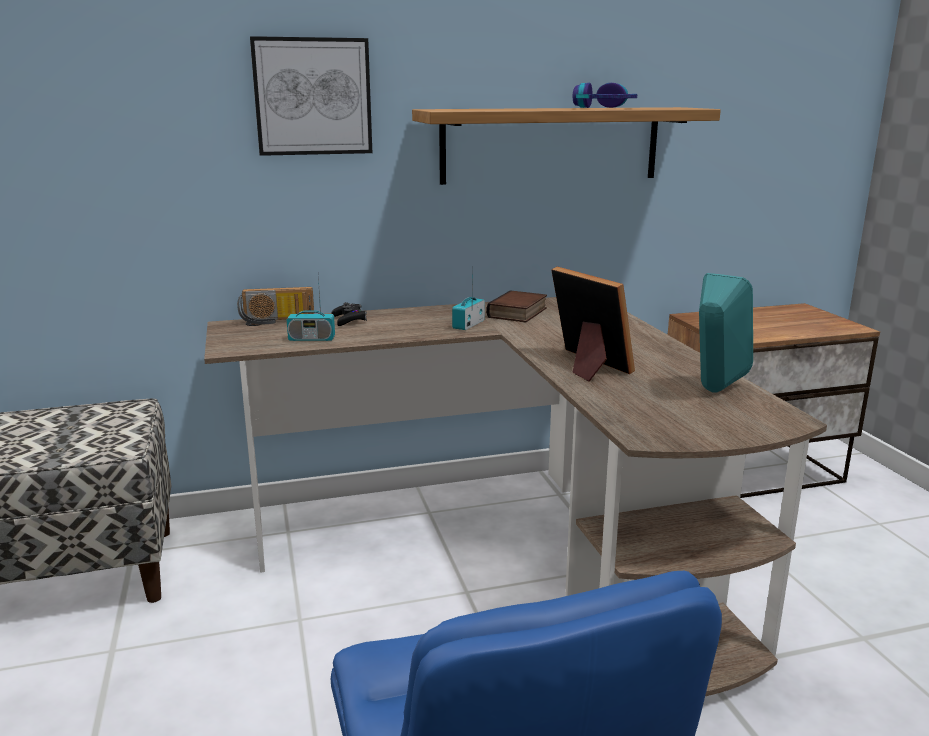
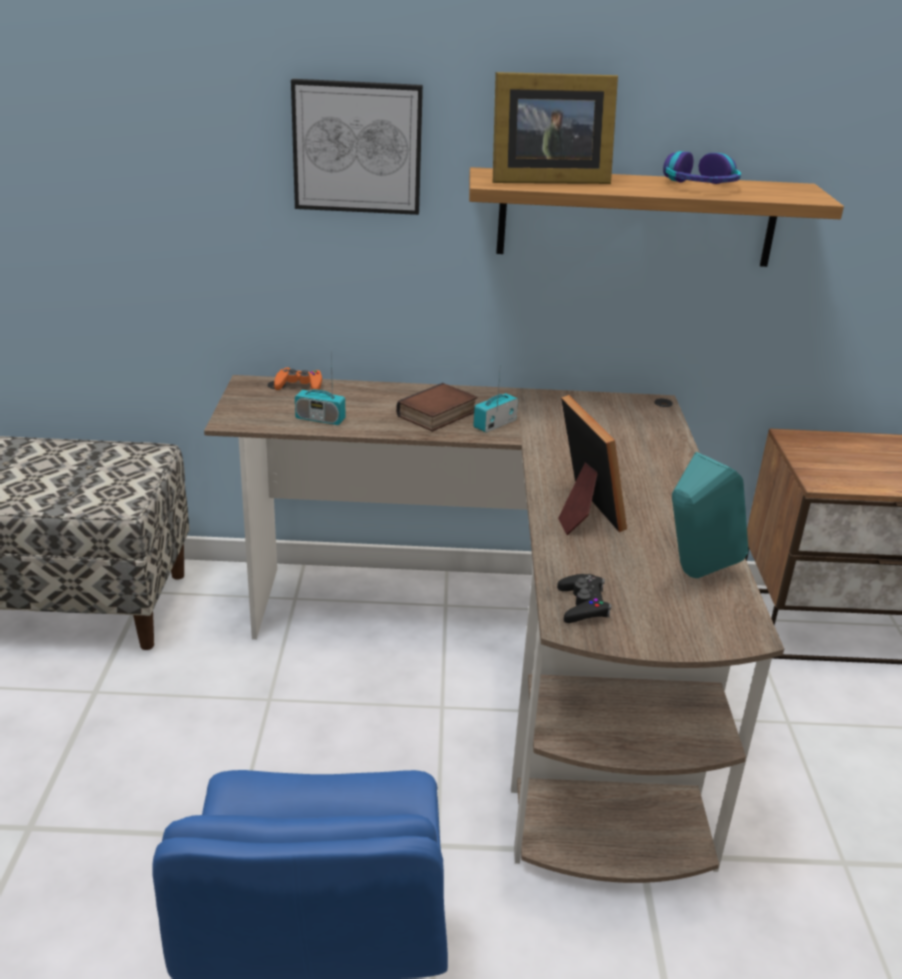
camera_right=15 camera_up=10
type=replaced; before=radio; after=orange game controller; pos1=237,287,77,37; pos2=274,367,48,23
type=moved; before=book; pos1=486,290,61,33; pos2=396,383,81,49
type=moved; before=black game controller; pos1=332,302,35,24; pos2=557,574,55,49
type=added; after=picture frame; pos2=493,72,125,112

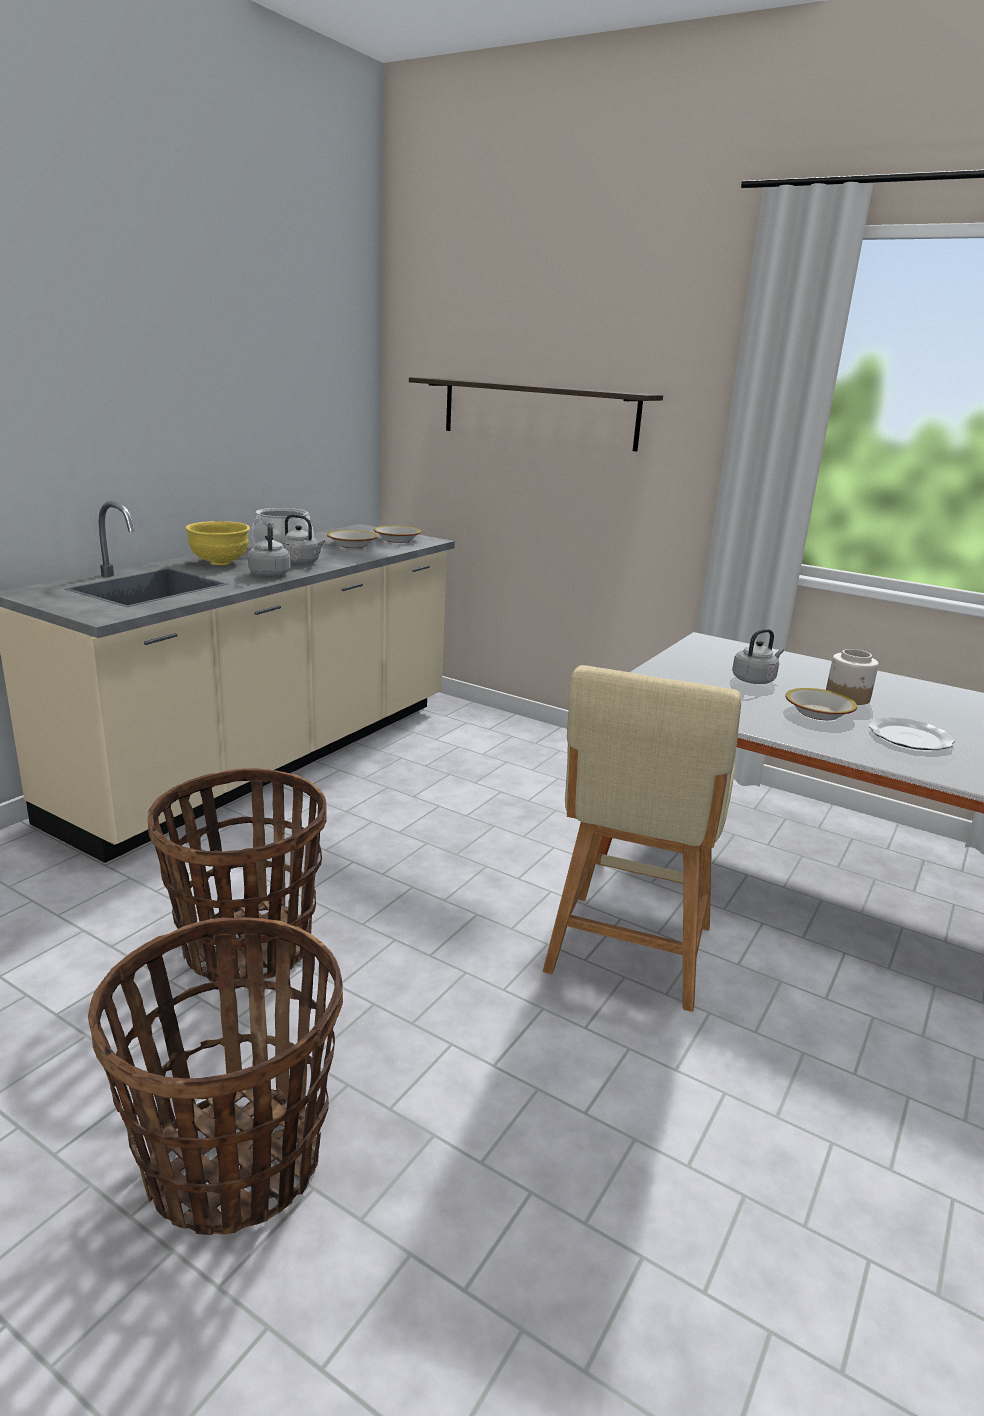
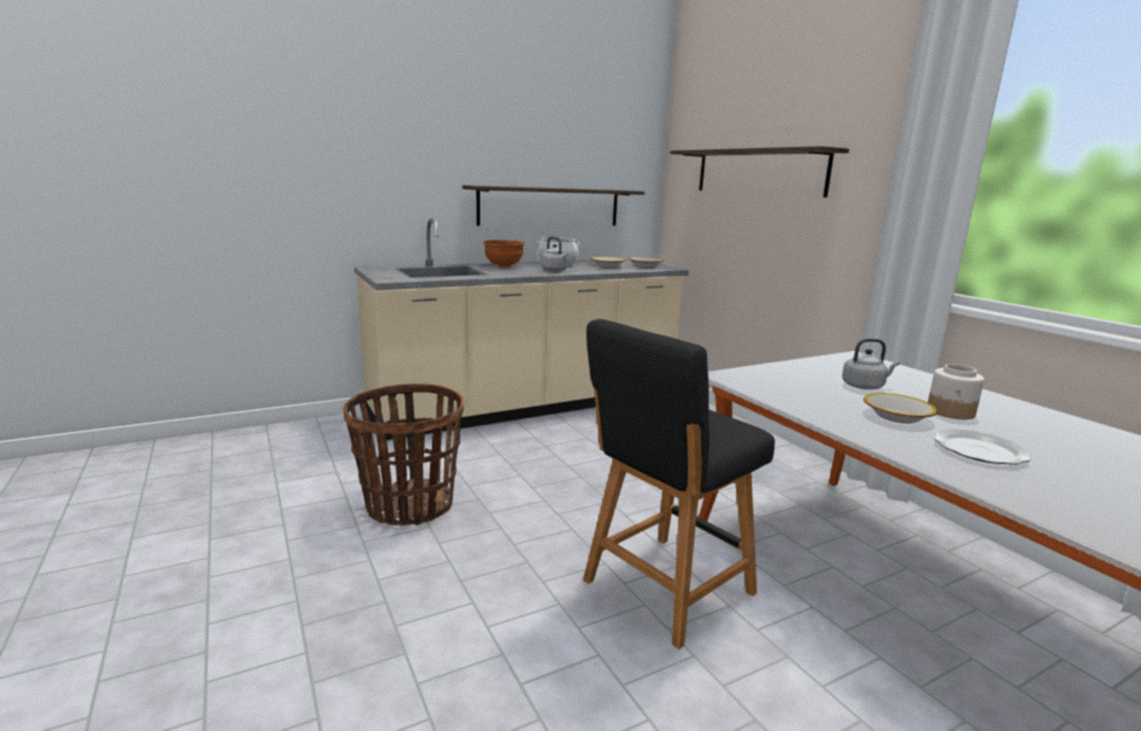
camera_right=30 camera_up=-5
type=recoloured; before=yellow bowl; after=brown bowl; pos1=185,521,65,44; pos2=483,240,42,28
type=removed; before=grey kettle; pos1=248,523,43,54
type=recoloured; before=beige stool; after=black stool; pos1=543,665,198,347; pos2=583,319,192,330
type=removed; before=basket; pos1=88,917,255,318
type=added; after=shelf; pos2=462,185,183,41

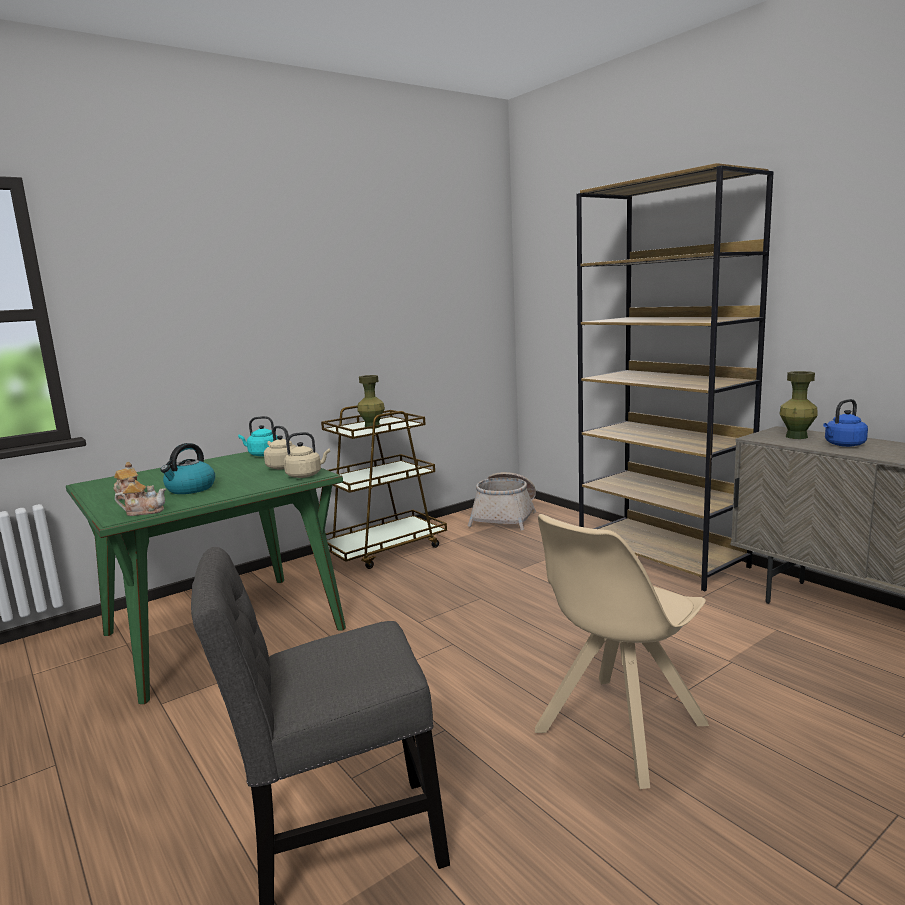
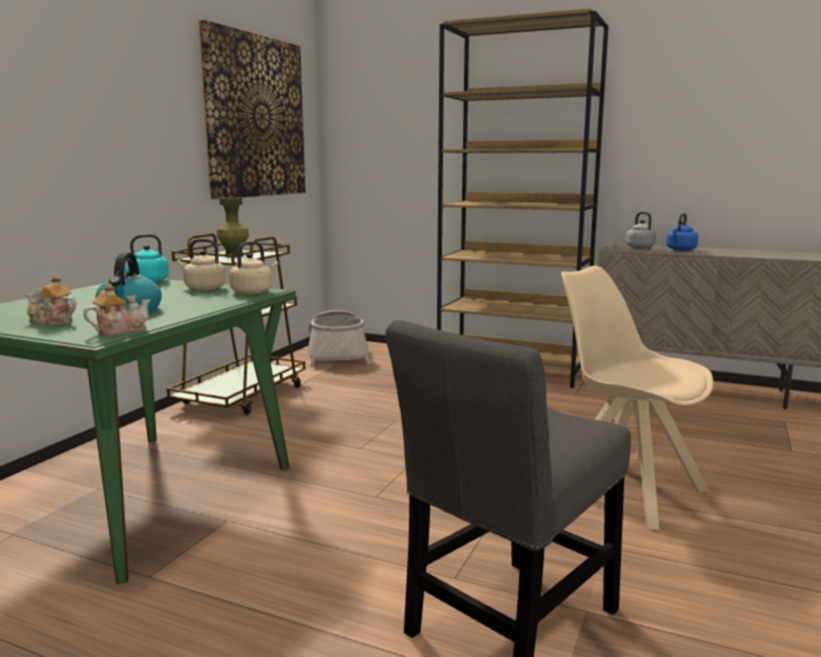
camera_right=-30 camera_up=0
type=replaced; before=green vase; after=grey kettle; pos1=779,371,39,68; pos2=626,212,30,37
type=turned; before=beige chair; pos1=535,514,174,275; pos2=561,266,152,264; turn=120
type=added; after=picture; pos2=198,20,107,179

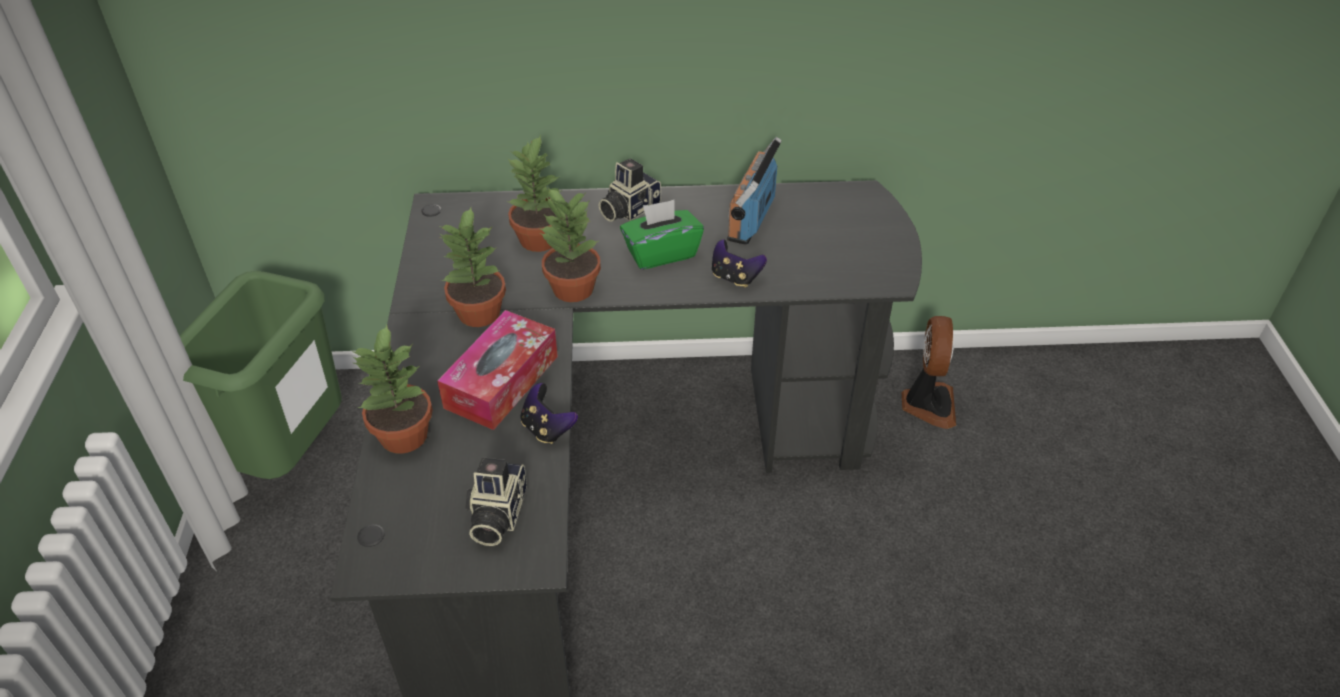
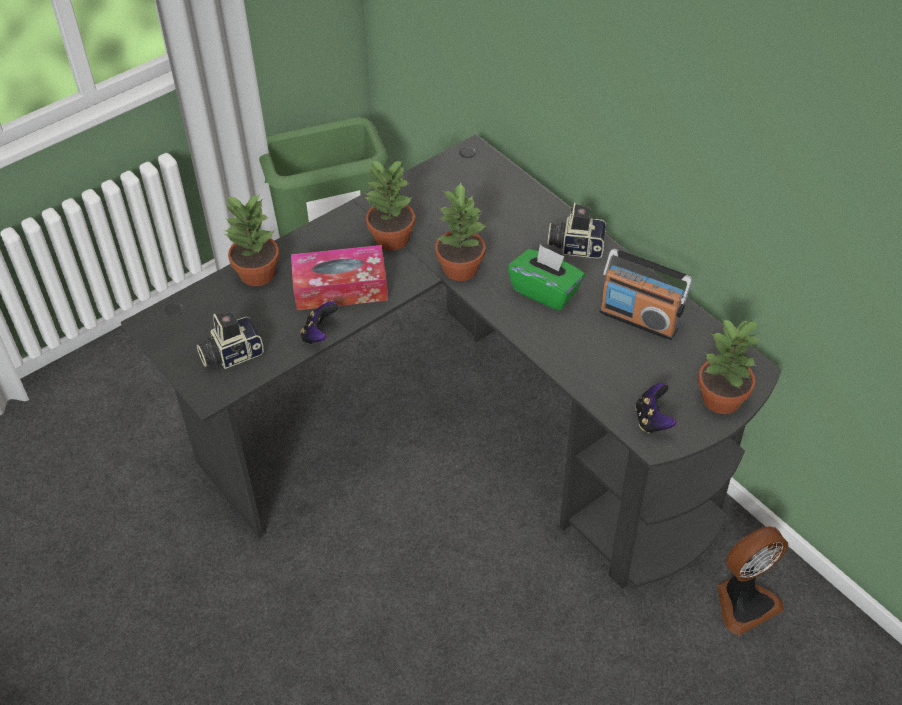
camera_right=55 camera_up=5
type=moved; before=potted plant; pos1=506,135,57,117; pos2=698,318,62,96
type=turned; before=radio; pos1=727,137,55,108; pos2=600,248,93,92; turn=-135
type=moved; before=game controller; pos1=712,239,55,49; pos2=635,383,42,50

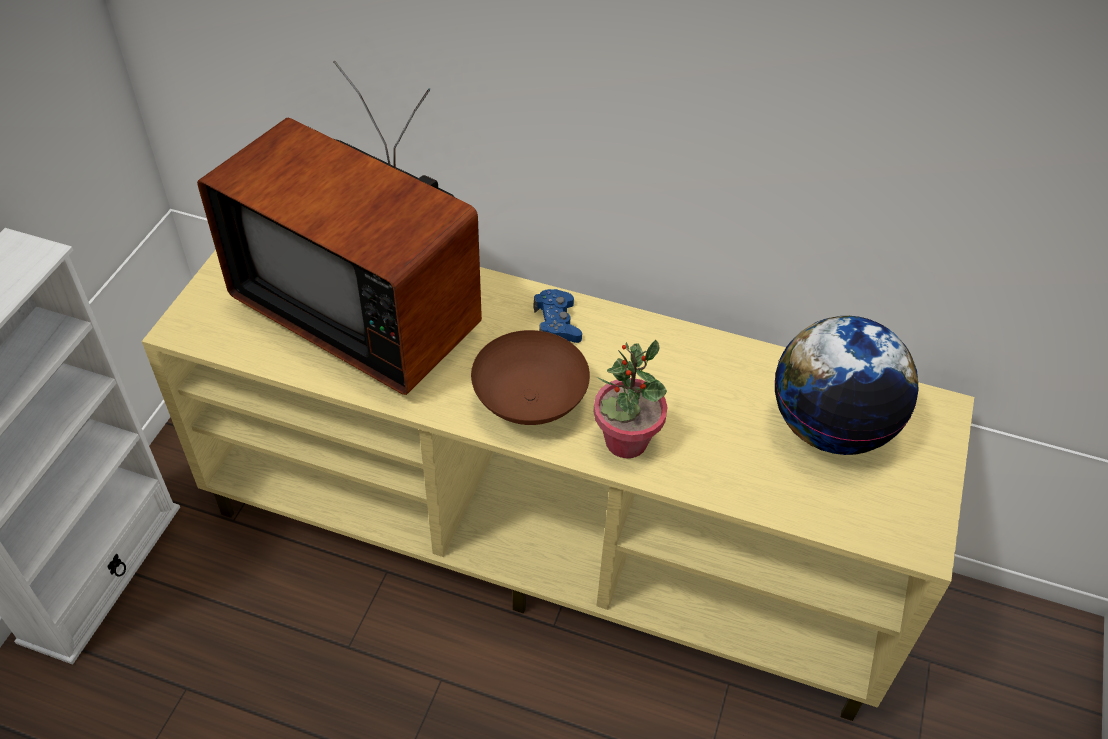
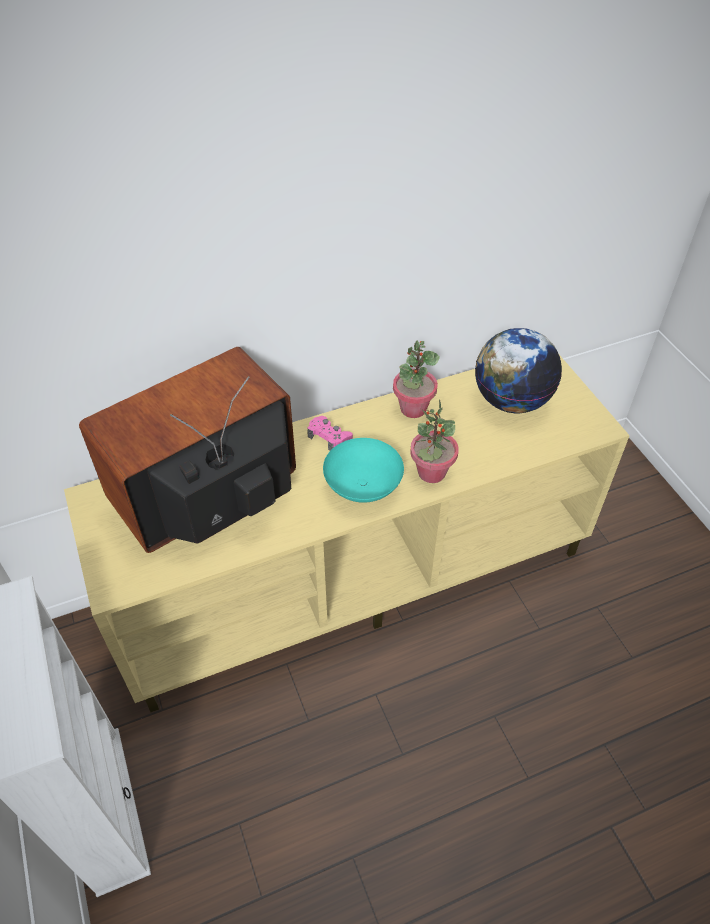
camera_right=-40 camera_up=0
type=turned; before=television; pos1=197,61,285,334; pos2=79,347,217,206; turn=150
type=recoloured; before=blue game controller; after=pink game controller; pos1=534,289,48,54; pos2=307,416,46,35
type=recoloured; before=brown bowl; after=turquoise bowl; pos1=471,330,119,95; pos2=323,438,81,65
type=added; after=potted plant; pos2=393,341,47,77

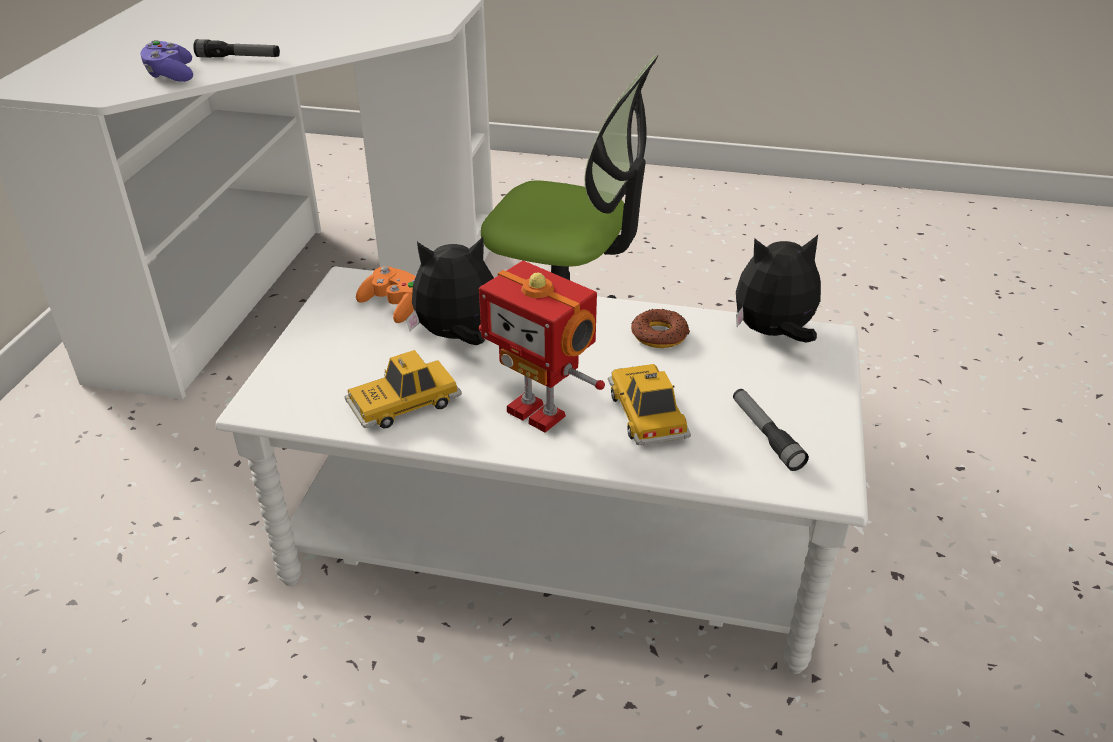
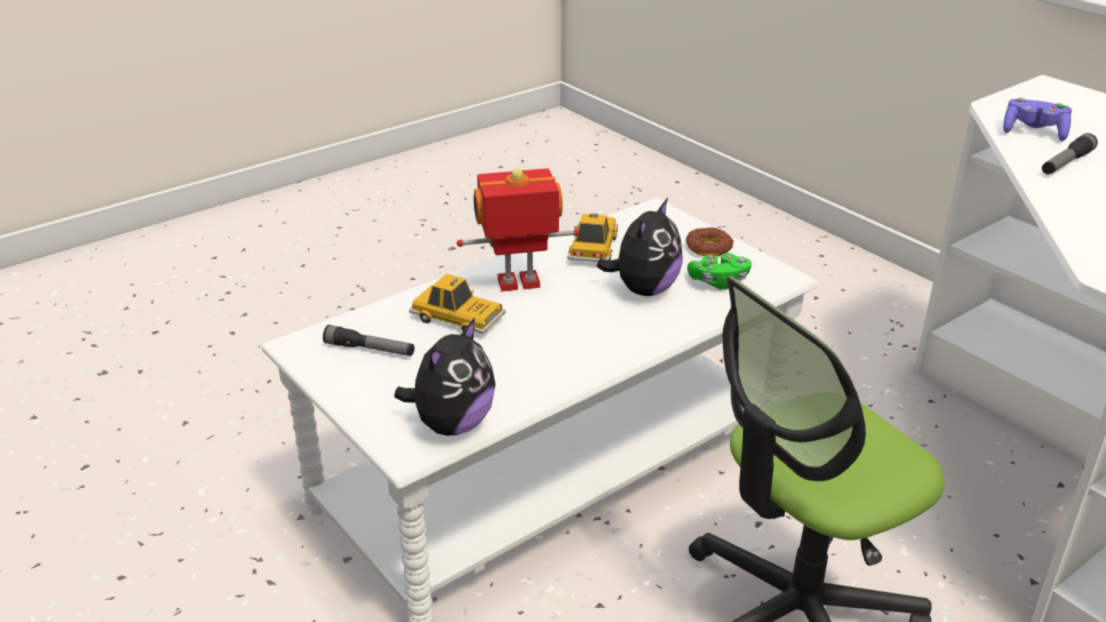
camera_right=130 camera_up=-5
type=recoloured; before=orange game controller; after=green game controller; pos1=356,266,60,57; pos2=687,253,65,37
type=moved; before=donut; pos1=631,309,59,39; pos2=686,227,47,29

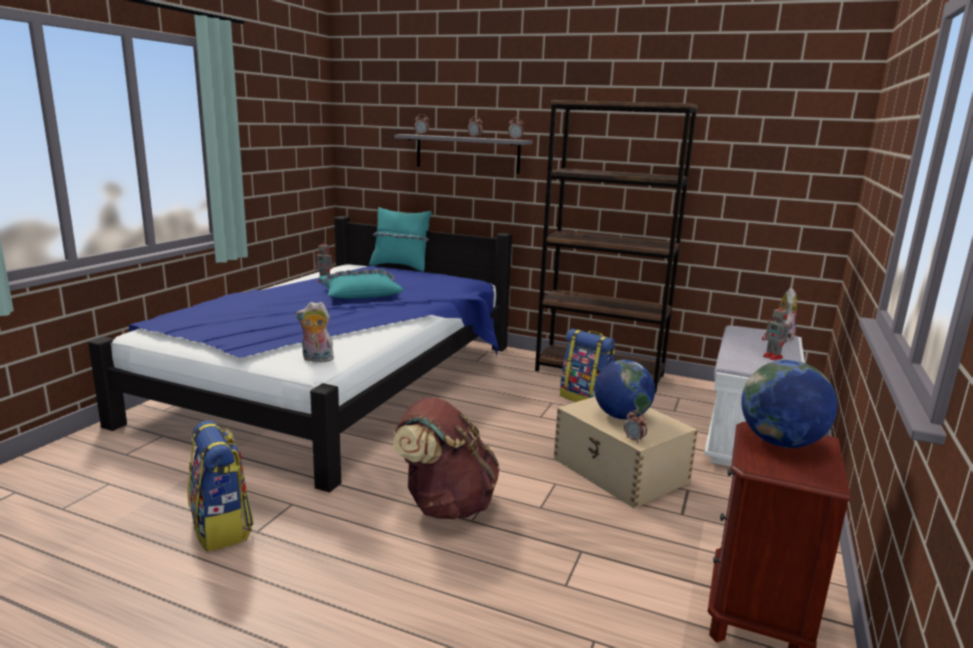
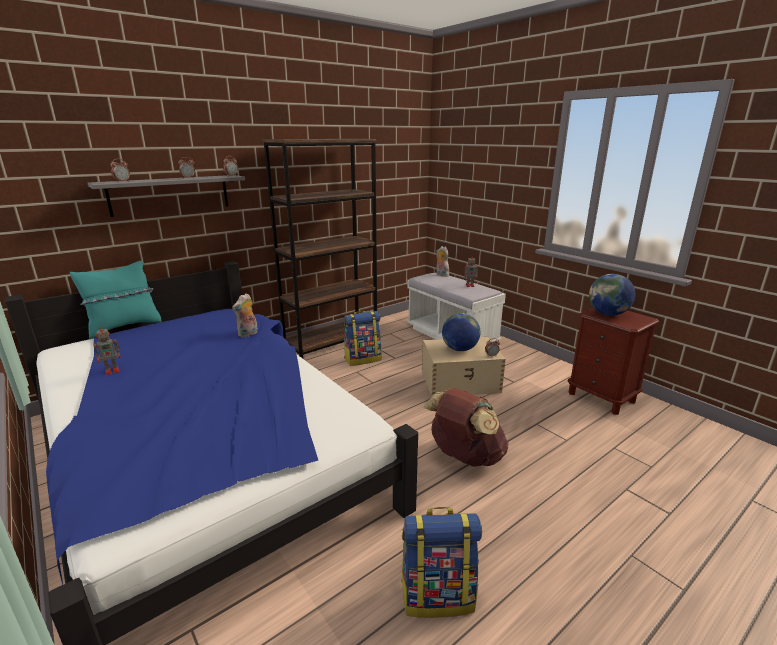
camera_right=-60 camera_up=5
type=removed; before=turquoise pillow; pos1=319,269,84,30
type=moved; before=plush toy; pos1=296,302,38,60; pos2=232,293,26,45

